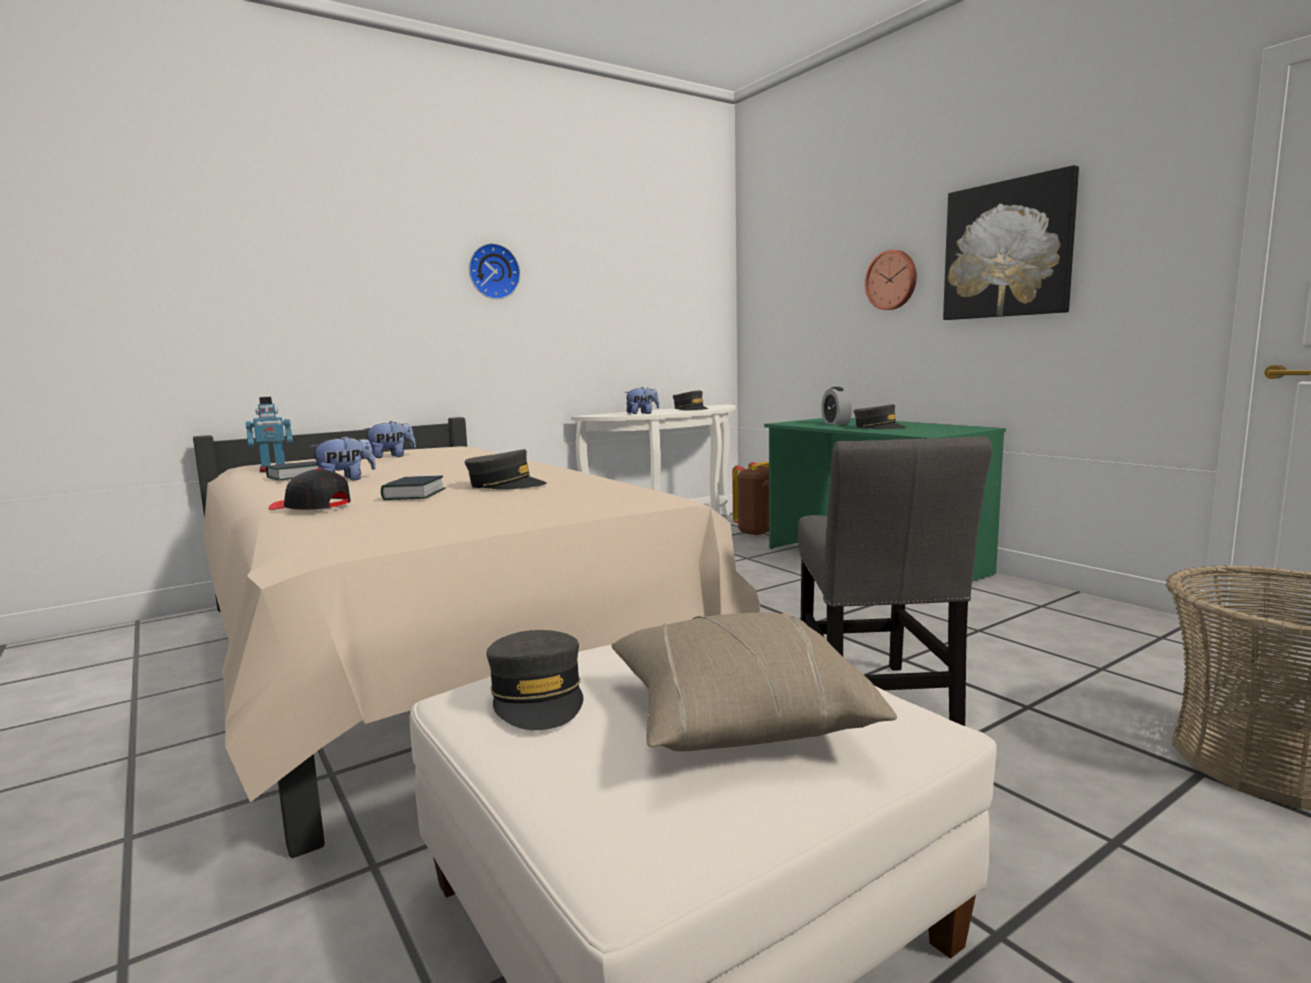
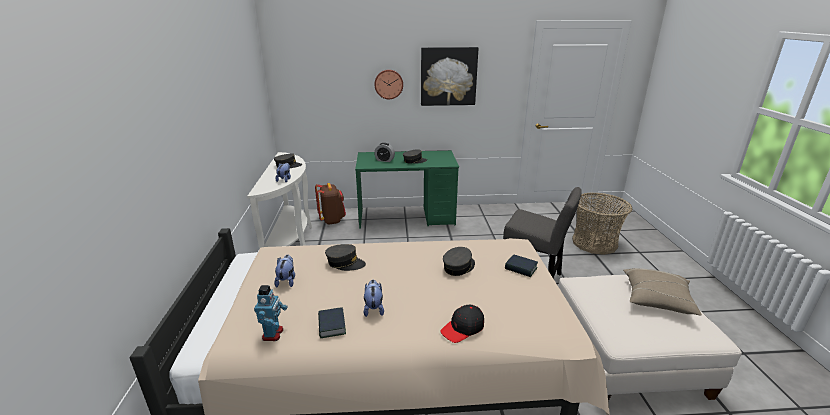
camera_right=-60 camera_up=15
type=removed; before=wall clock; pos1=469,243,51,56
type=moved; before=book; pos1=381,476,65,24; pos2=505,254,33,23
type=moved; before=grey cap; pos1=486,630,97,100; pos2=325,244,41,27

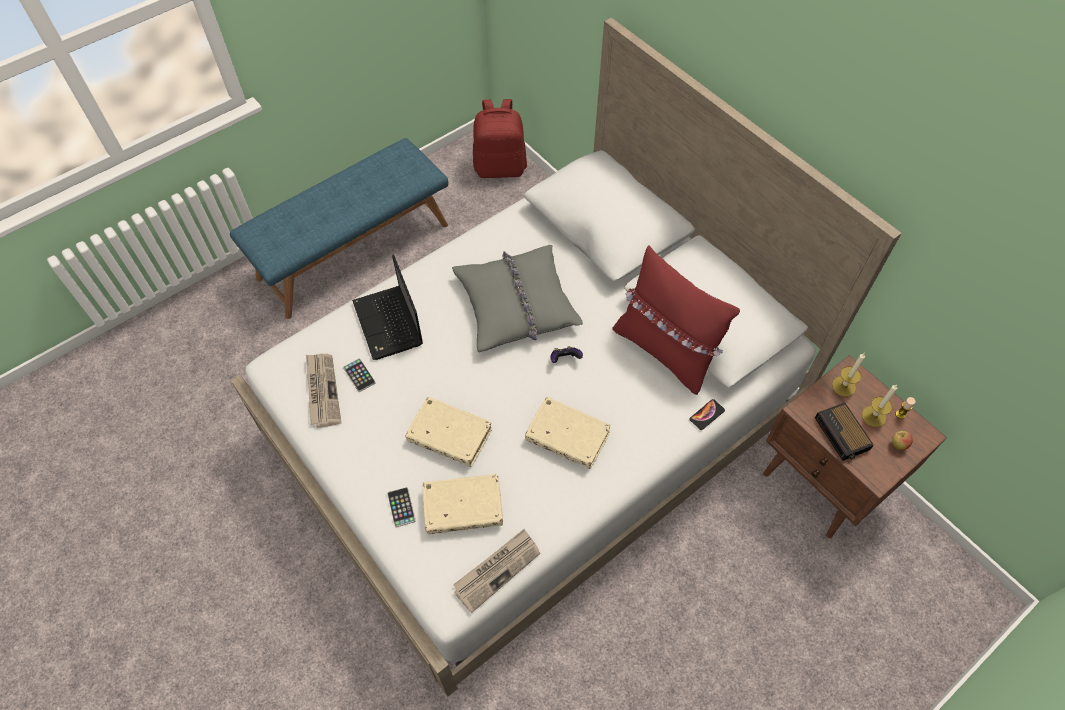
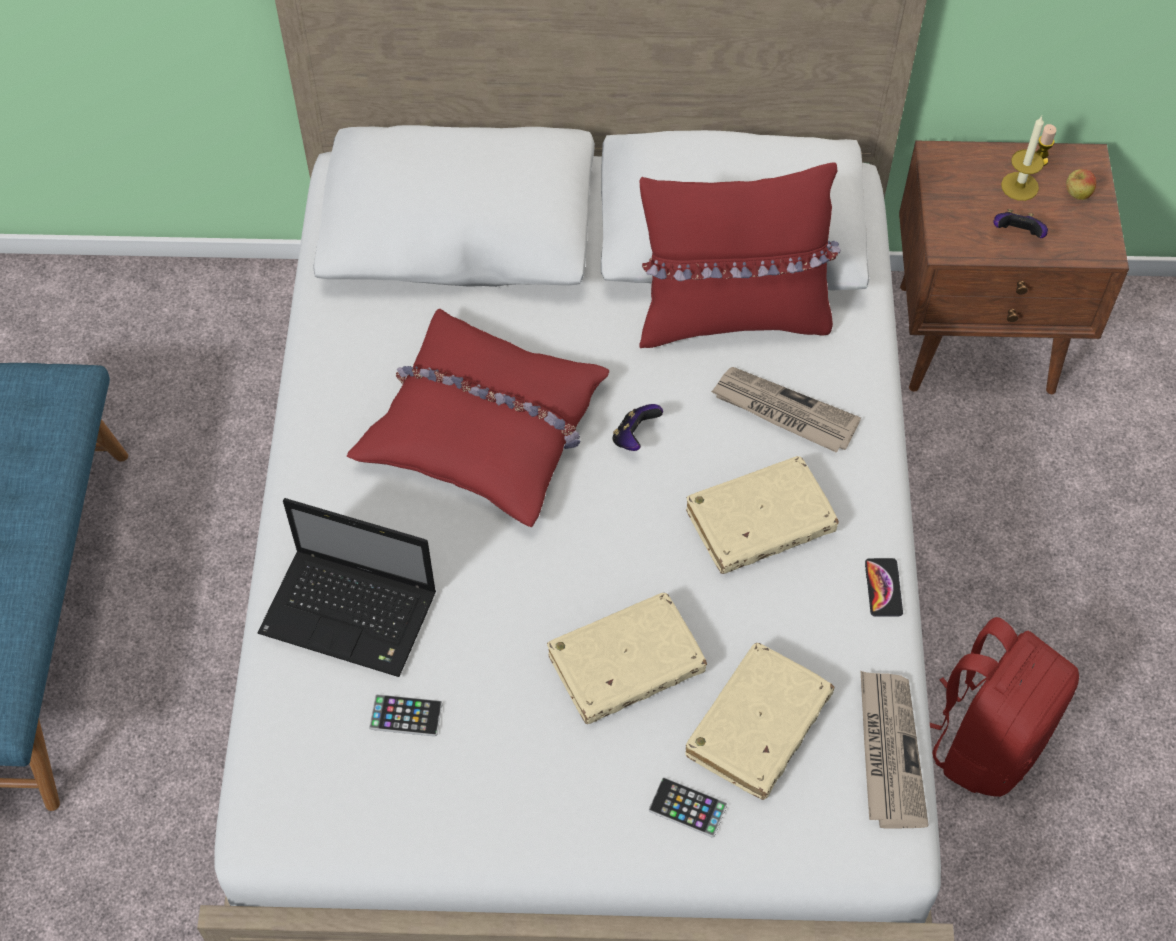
camera_right=-50 camera_up=0
type=moved; before=red backpack; pos1=473,99,54,79; pos2=930,617,149,180
type=recoloured; before=grey pillow; after=red pillow; pos1=452,245,131,107; pos2=347,308,262,219
type=removed; before=candle; pos1=832,353,33,44
type=moved; before=newspaper; pos1=306,354,35,74; pos2=711,367,150,86
type=moved; before=phone; pos1=689,399,36,31; pos2=865,558,38,59
type=replaced; before=alarm clock; after=game controller; pos1=815,402,59,59; pos2=994,209,54,29

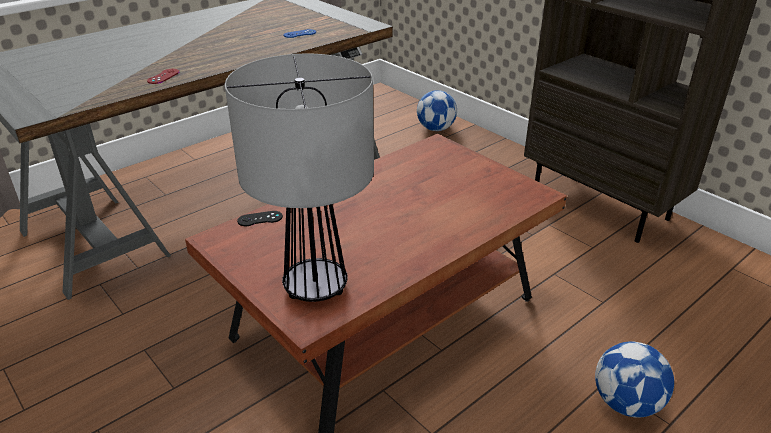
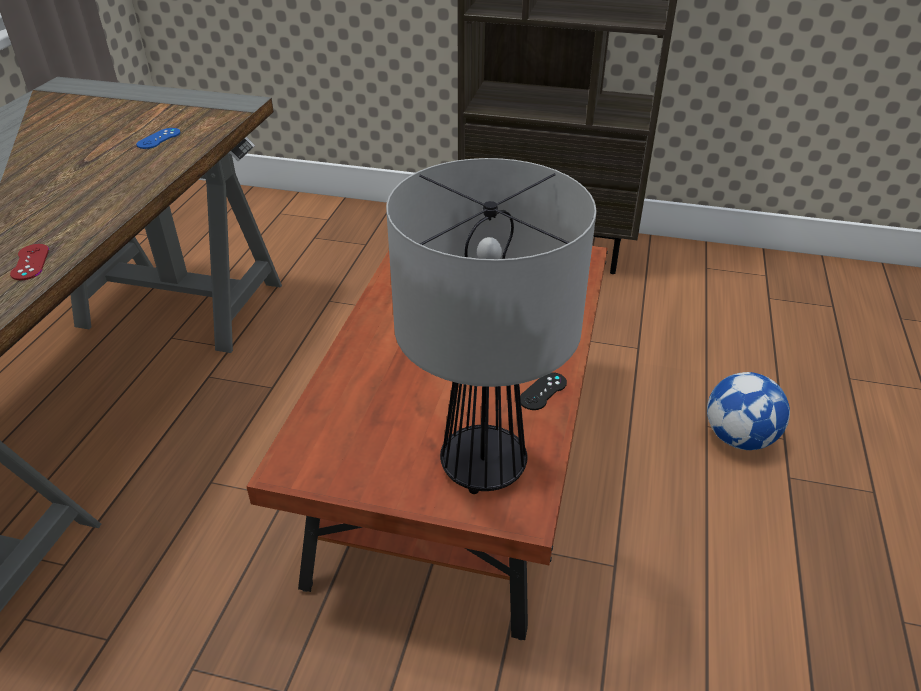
camera_right=-35 camera_up=5
type=removed; before=football; pos1=417,90,40,41
type=moved; before=black game controller; pos1=237,211,46,15; pos2=520,372,47,38

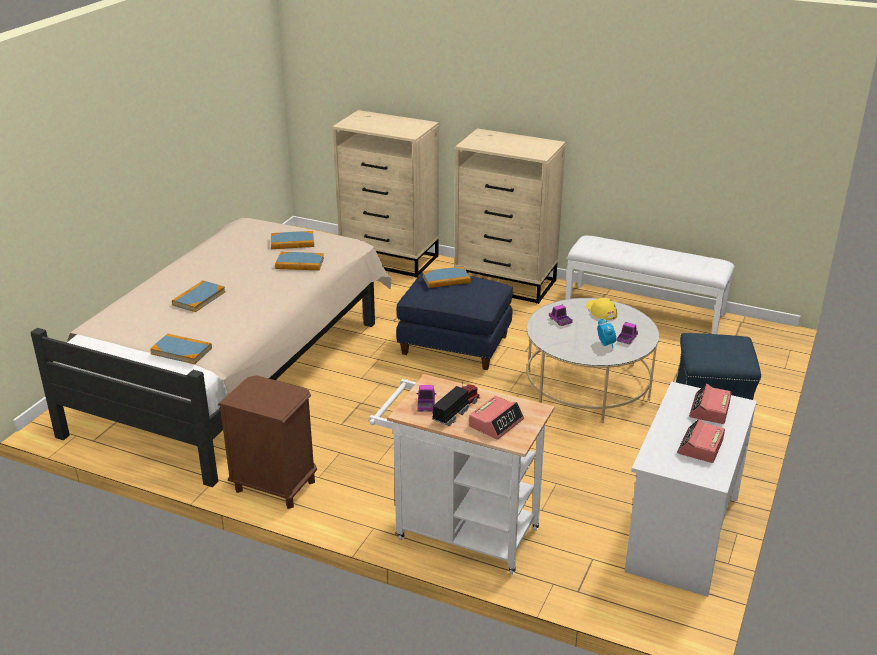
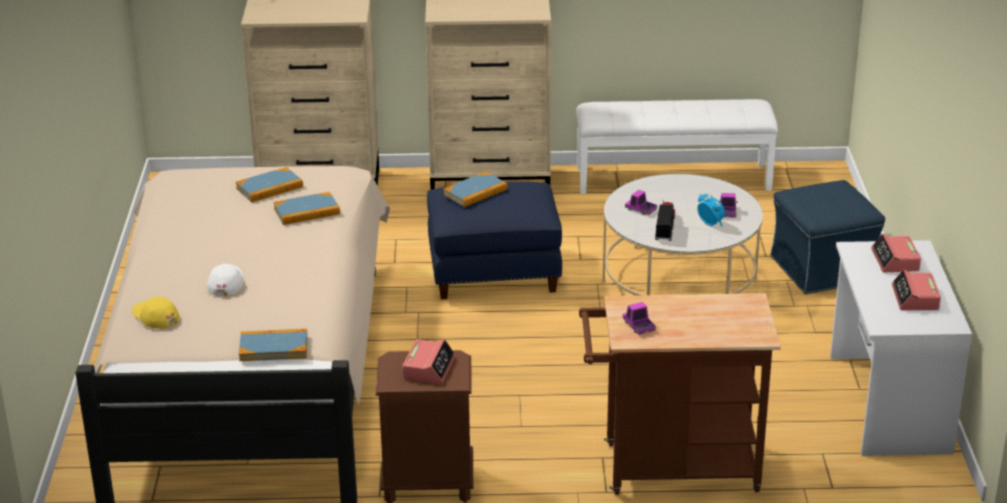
camera_right=-25 camera_up=0
type=replaced; before=book; after=white cap; pos1=172,280,54,32; pos2=207,264,36,32
type=moved; before=yellow cap; pos1=586,298,31,22; pos2=132,296,48,33
type=recoloured; before=white cart; after=brown cart; pos1=369,374,186,201; pos2=579,293,202,202
type=moved; before=toy truck; pos1=432,382,48,44; pos2=655,202,20,39
type=moved; before=alarm clock; pos1=469,396,55,44; pos2=402,339,53,45

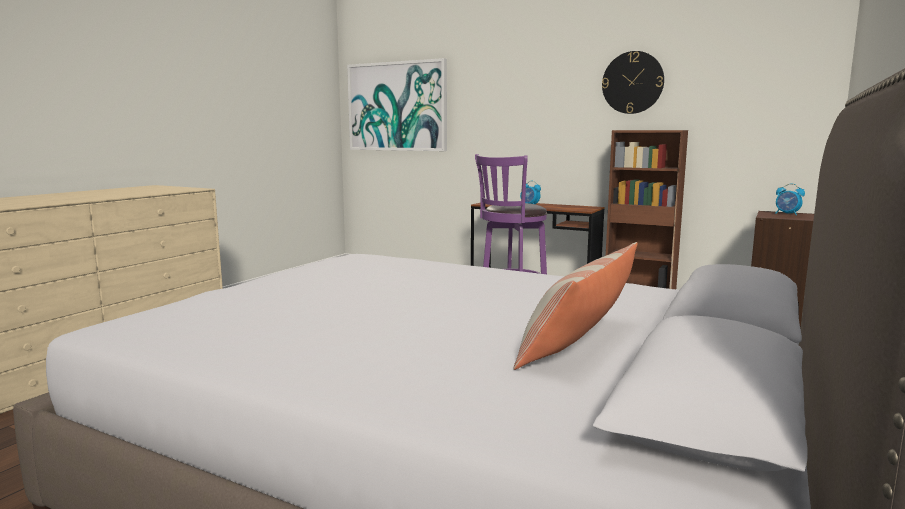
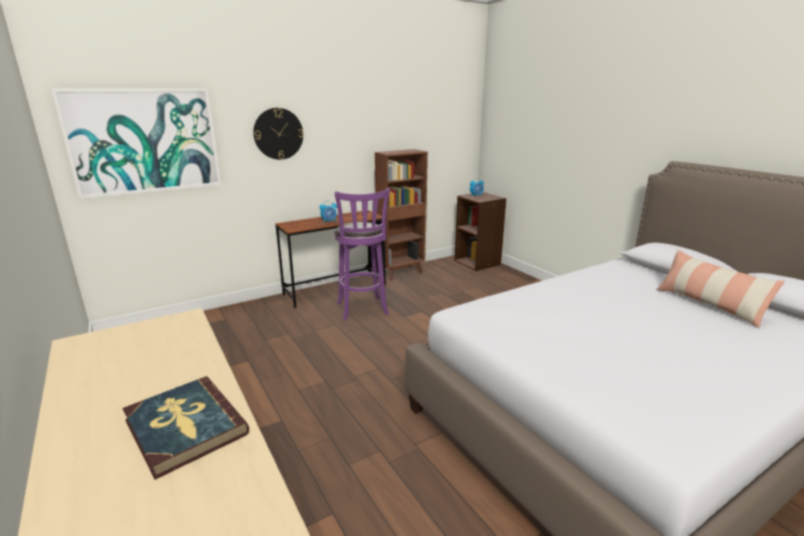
camera_right=-60 camera_up=10
type=moved; before=wall clock; pos1=602,51,62,63; pos2=253,108,51,52
type=added; after=book; pos2=122,377,127,103

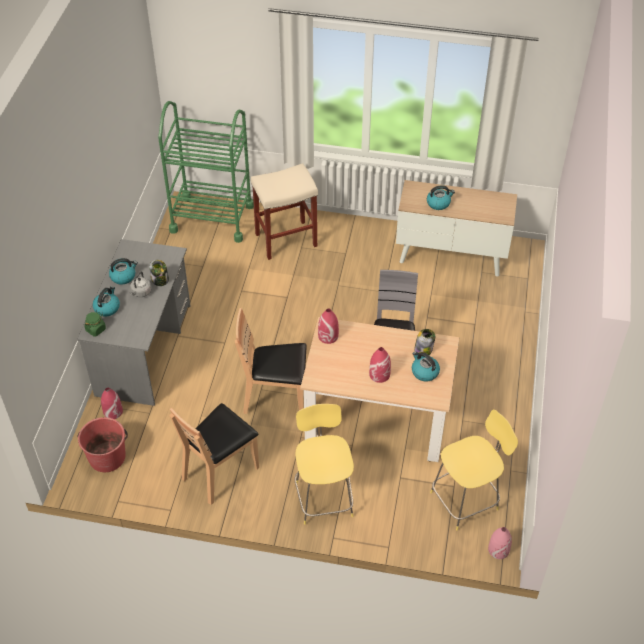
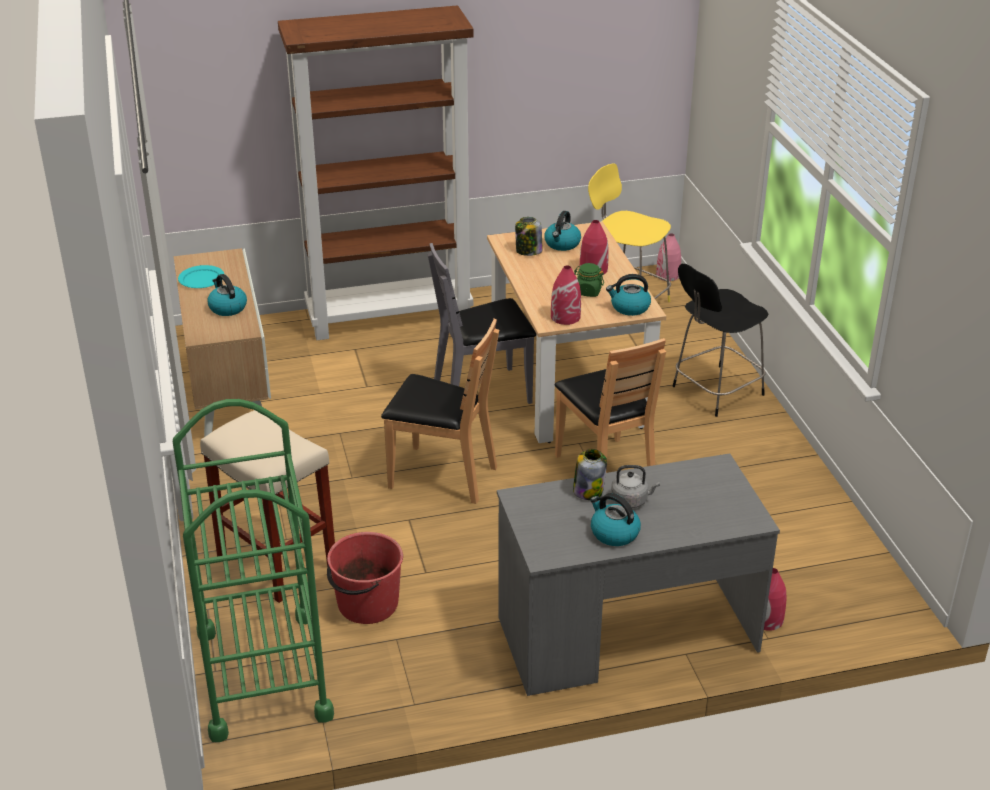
camera_right=-115 camera_up=-15
type=moved; before=kettle; pos1=93,286,27,30; pos2=606,274,45,42
type=moved; before=green jar; pos1=85,312,21,24; pos2=574,263,30,34
type=moved; before=brown chair; pos1=169,403,90,102; pos2=381,319,118,185
type=recoloured; before=yellow stool; after=black stool; pos1=295,404,59,121; pos2=672,264,96,153
type=moved; before=red bucket; pos1=77,417,51,55; pos2=327,532,76,92
type=added; after=brown bookcase; pos2=278,5,196,335
type=added; after=turquoise plate; pos2=178,265,46,23

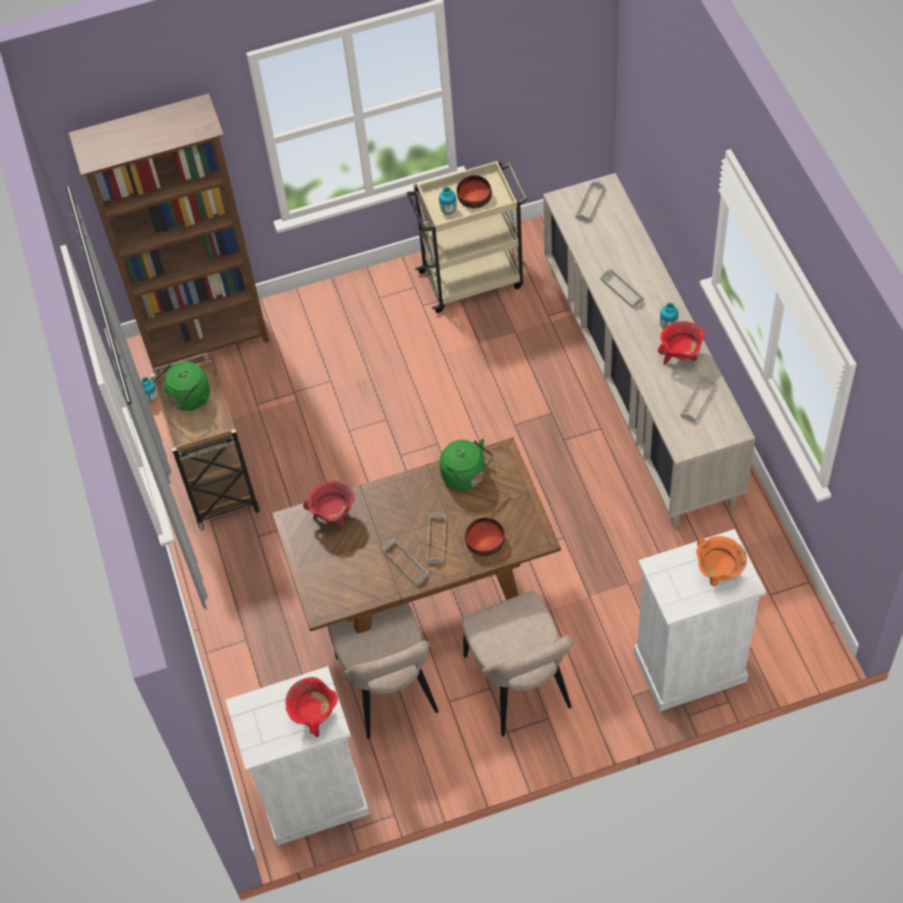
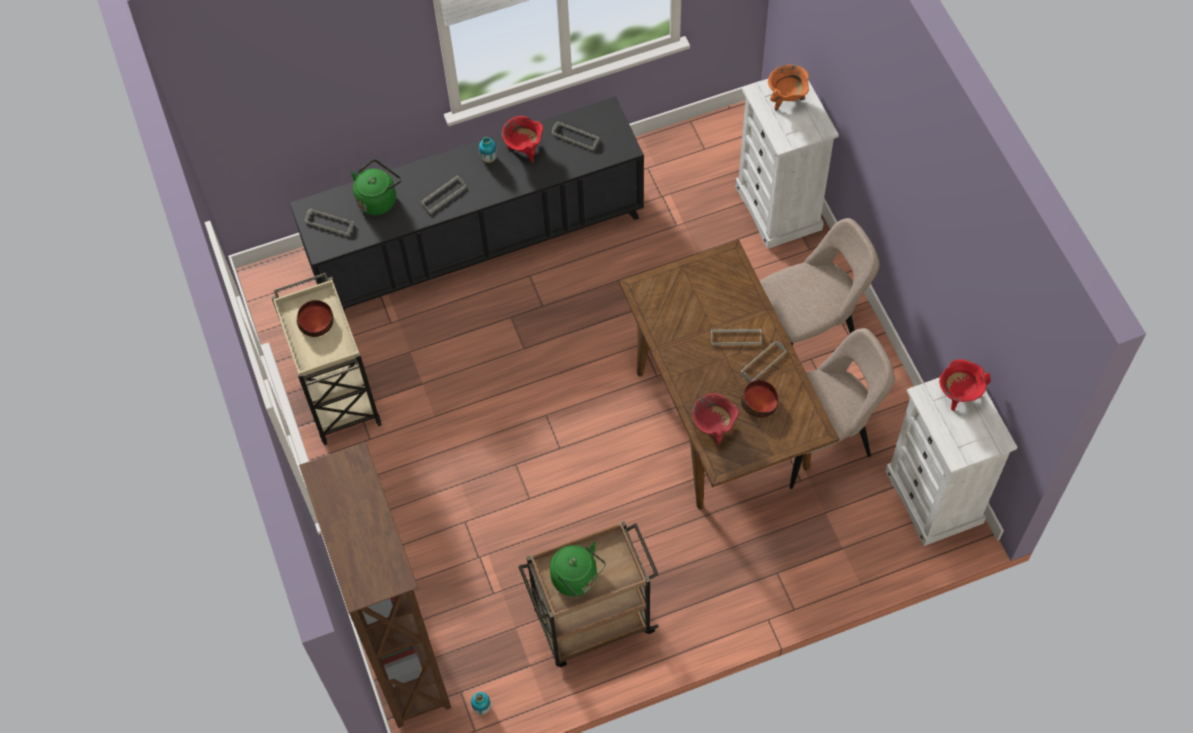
camera_right=-95 camera_up=5
type=recoloured; before=beige cabinet; after=black cabinet; pos1=543,173,212,355; pos2=290,97,354,214
type=removed; before=vase; pos1=439,187,18,28
type=moved; before=green kettle; pos1=440,439,53,52; pos2=351,159,50,56
type=moved; before=bowl; pos1=465,517,40,39; pos2=741,380,38,38

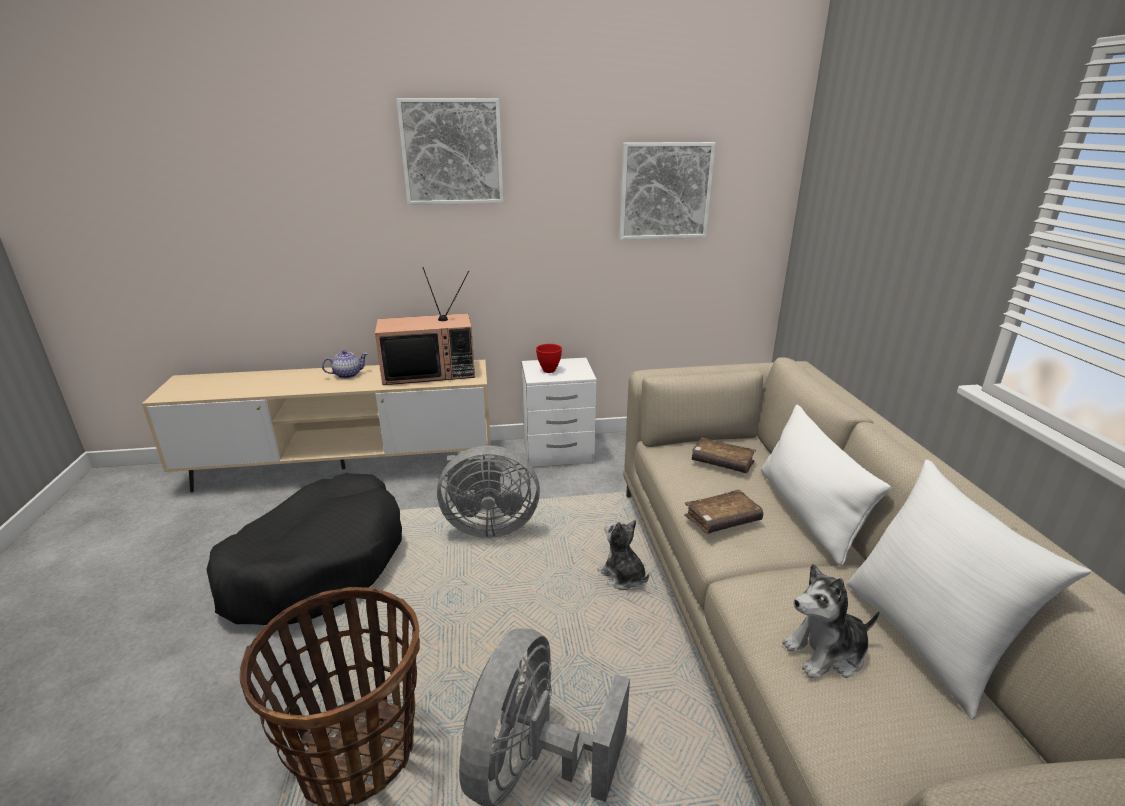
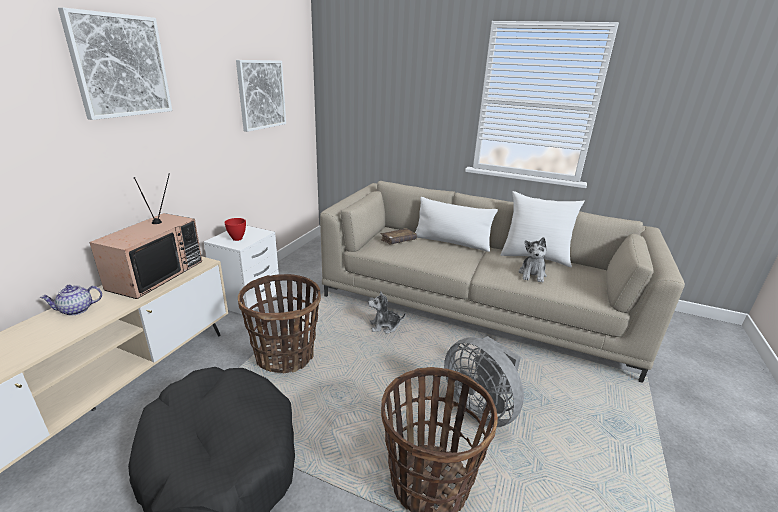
camera_right=-60 camera_up=0
type=turned; before=teapot; pos1=322,350,46,29; pos2=40,285,62,31; turn=-120
type=replaced; before=grey fan; after=basket; pos1=437,445,103,93; pos2=238,274,83,100
type=removed; before=brown book; pos1=684,489,79,45

